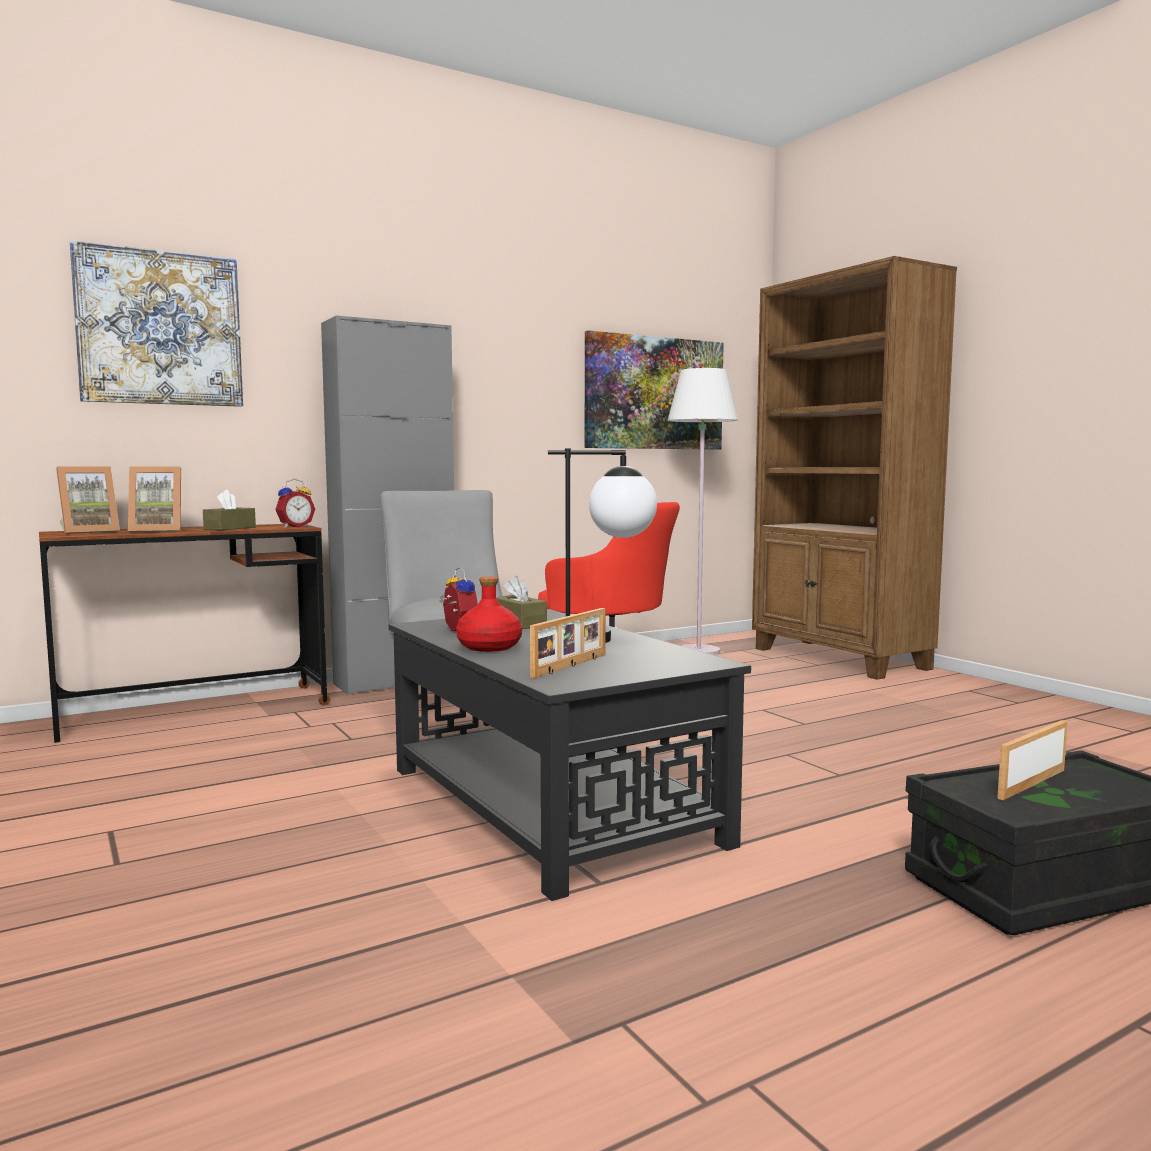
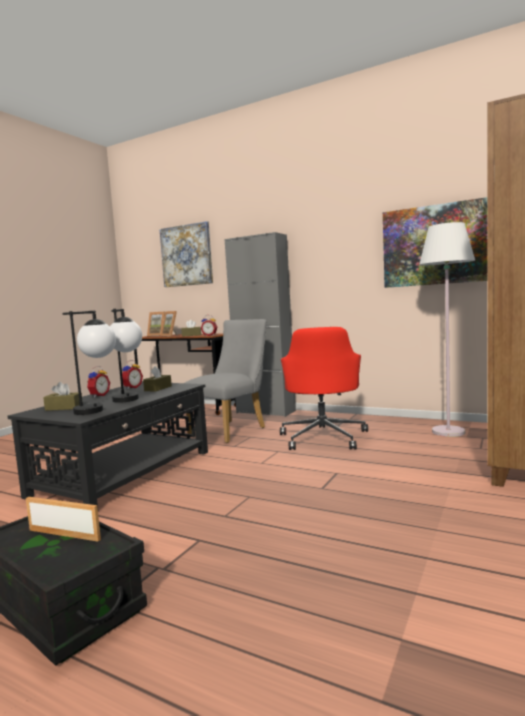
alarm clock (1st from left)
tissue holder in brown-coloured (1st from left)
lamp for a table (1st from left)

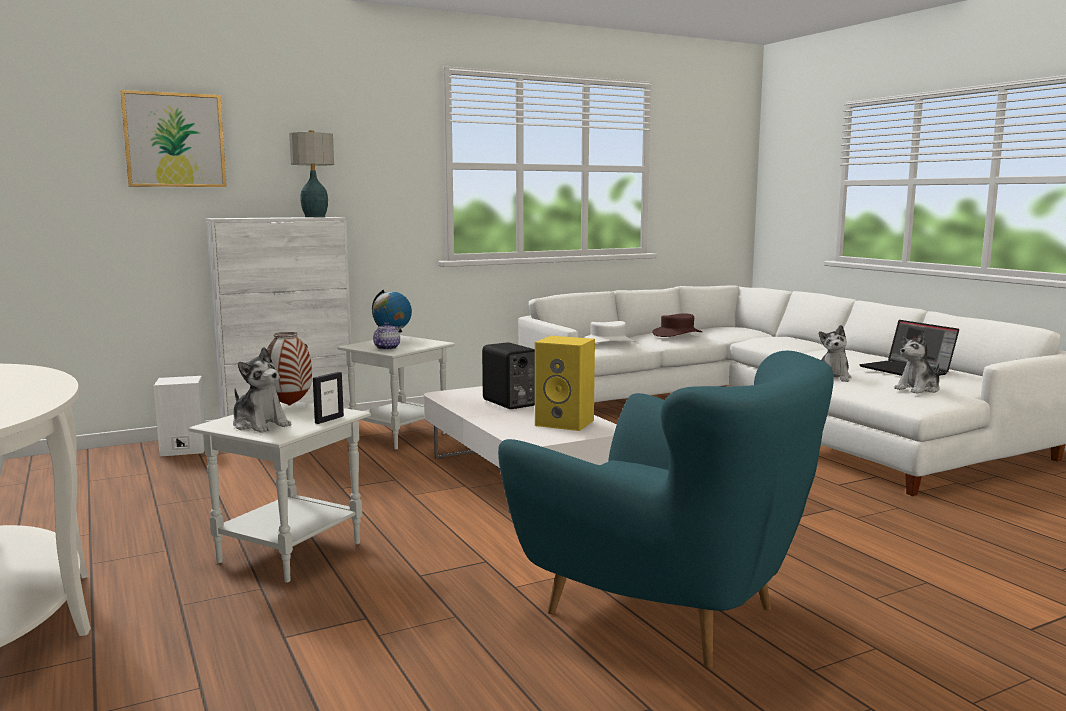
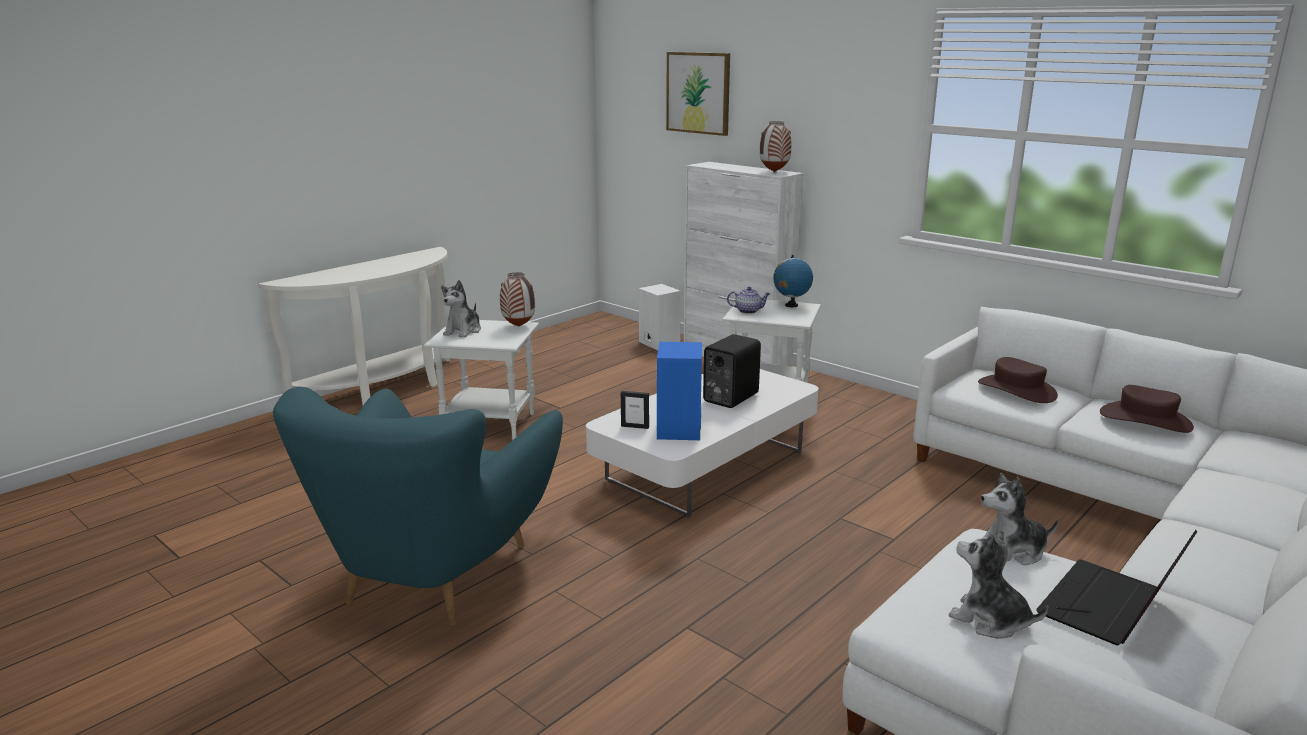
vase (2nd from left)
picture frame
speaker in blue-coloured
hat in brown-coloured (1st from left)

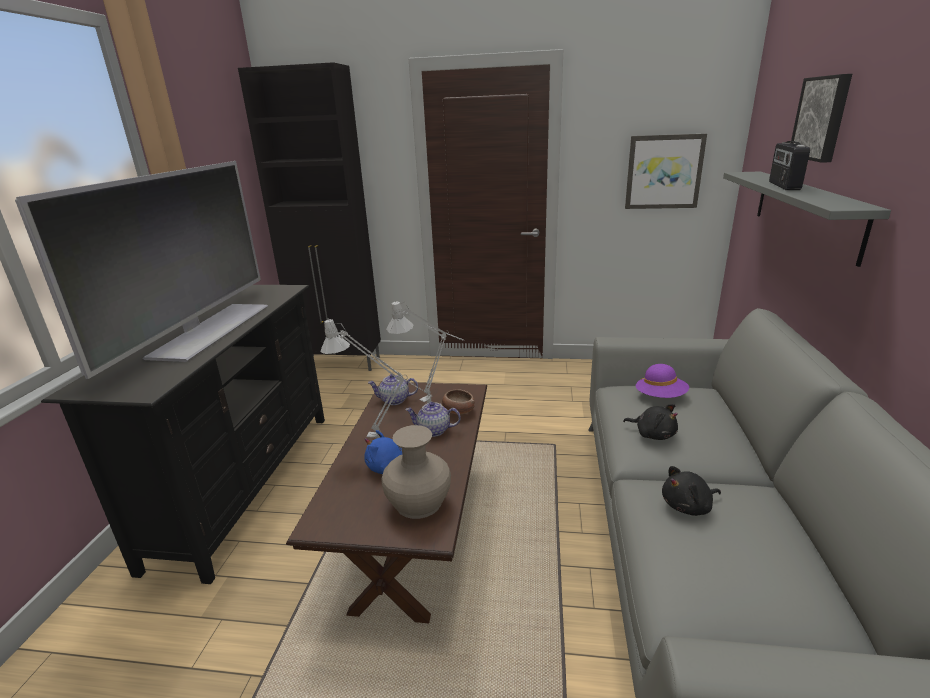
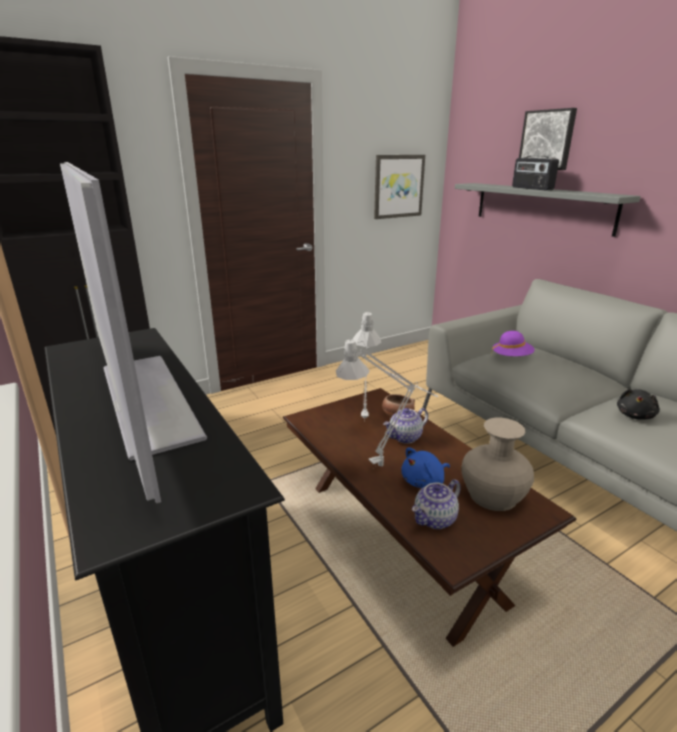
teapot (2nd from left)
soft toy in blackish (1st from left in the first image)

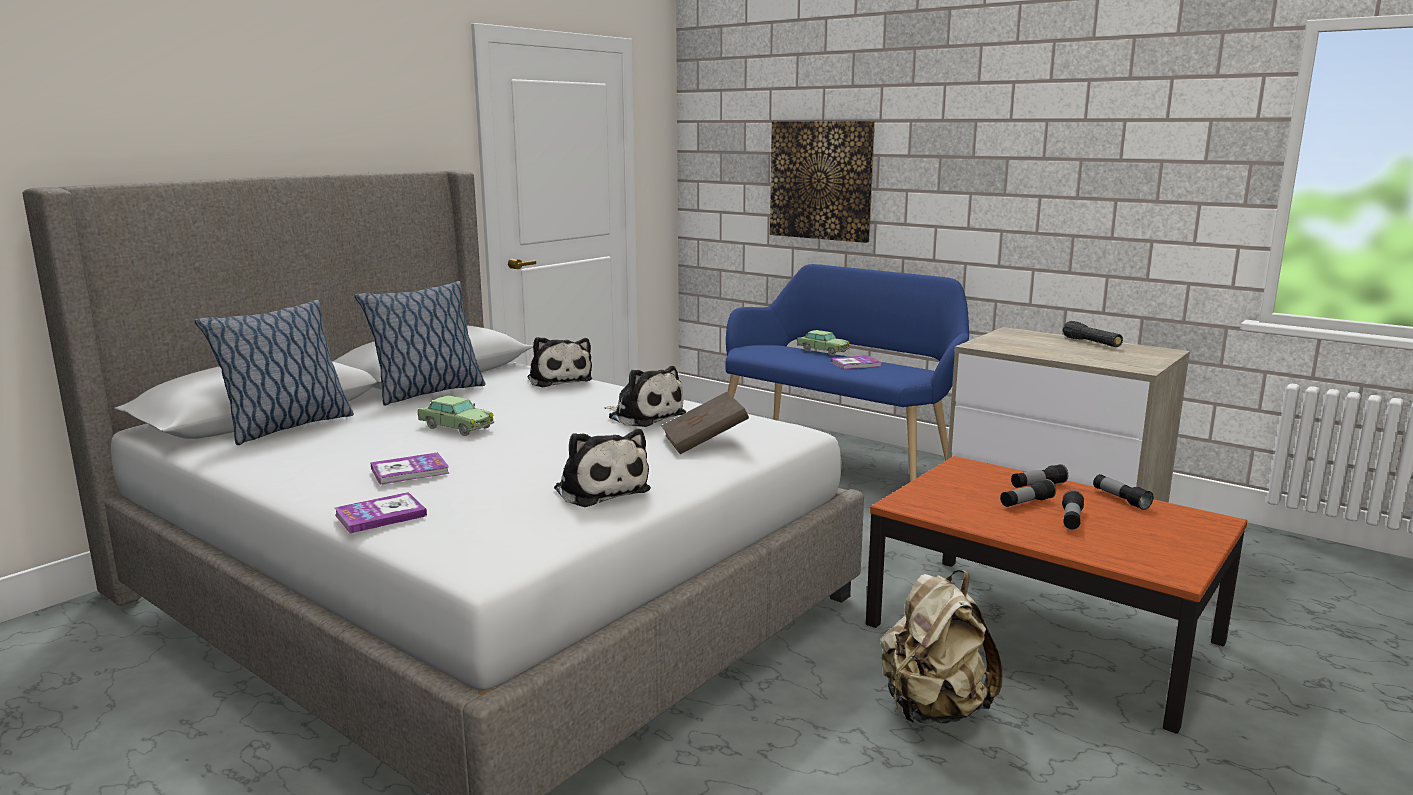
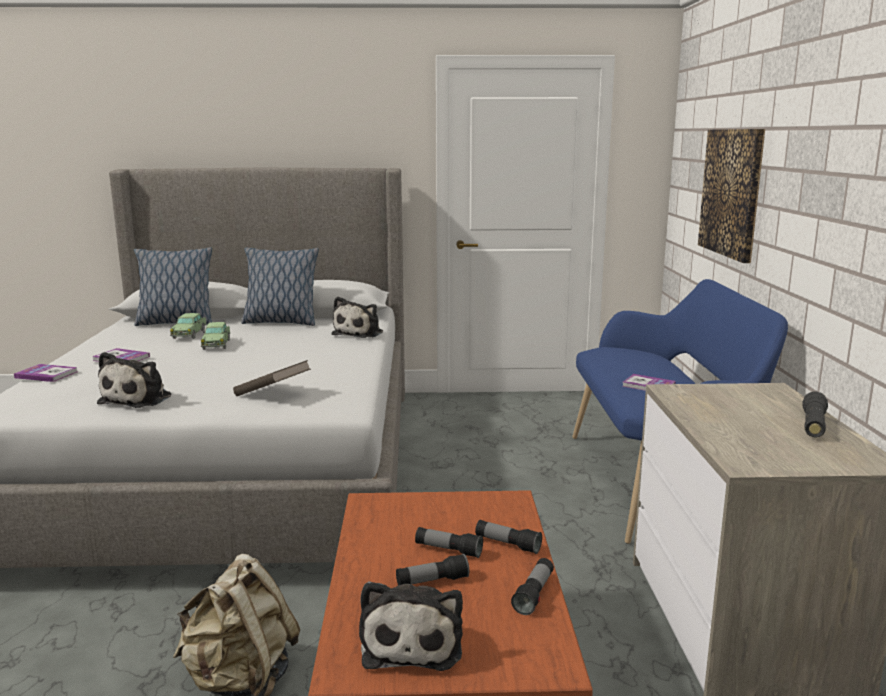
soft toy (3rd from left)
model car (1st from left)

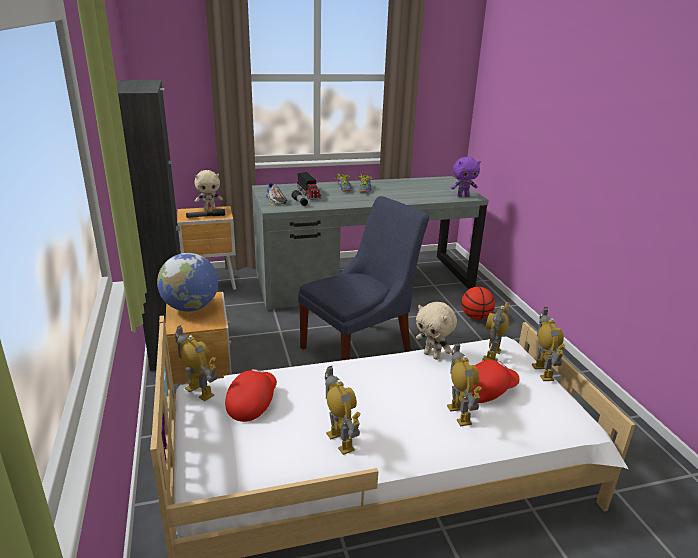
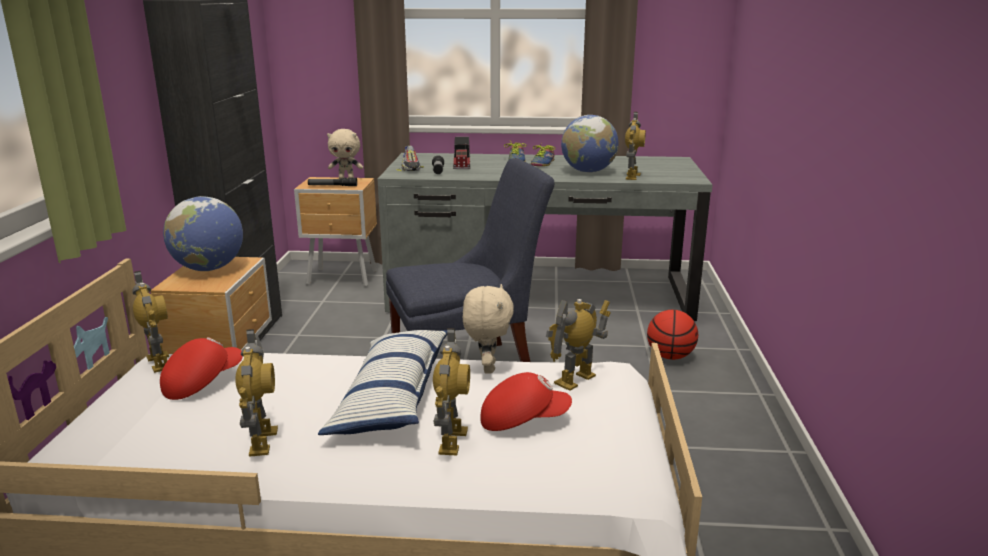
soft toy in beige (2nd from left)
soft toy in purple-coloured
robot figure (5th from left)
pillow
globe (2nd from left)

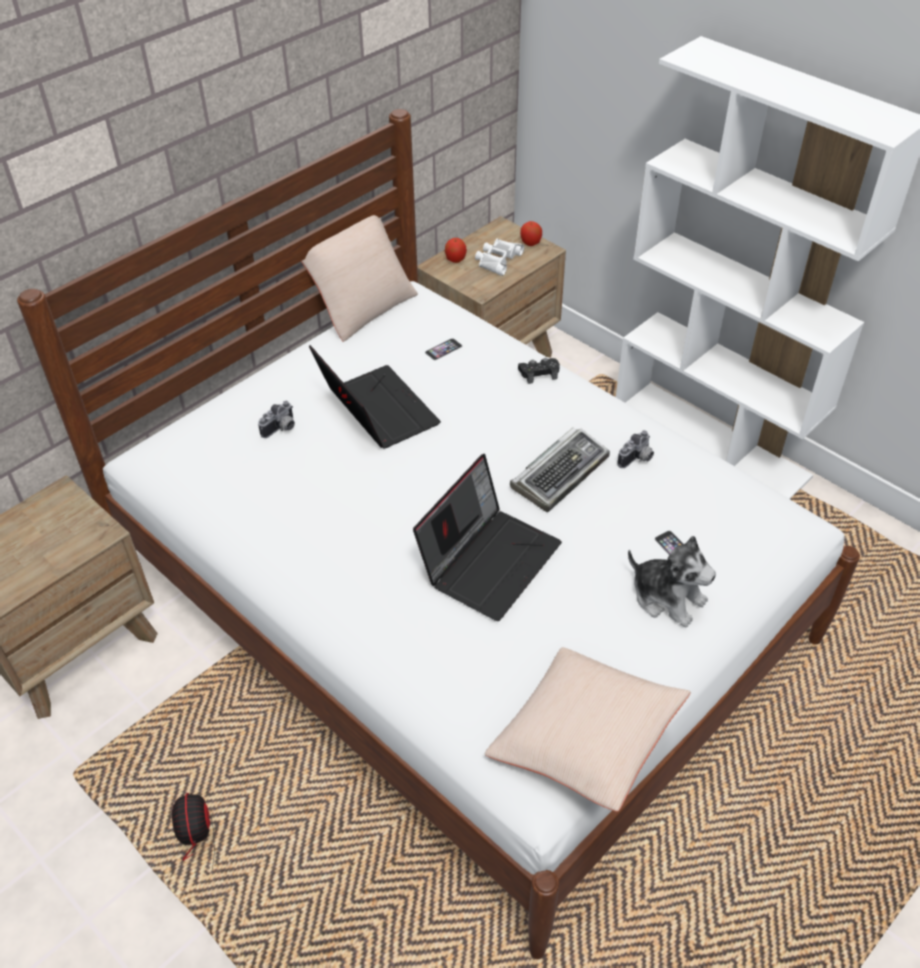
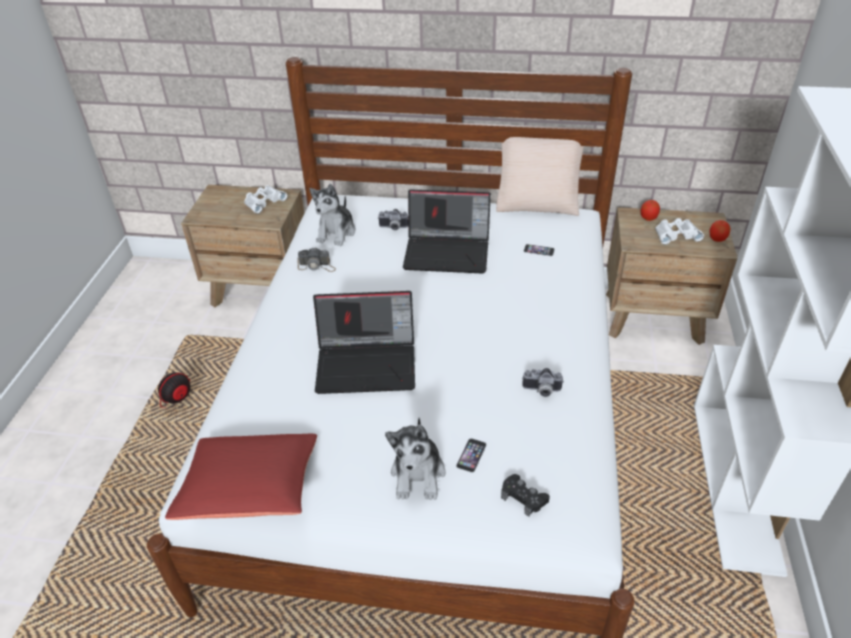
portable computer (2nd from left)
pillow in red-coloured
PC keyboard
joypad in blackish
pair of binoculars in whitish (1st from left)
photo camera (1st from left)
soft toy (1st from left)

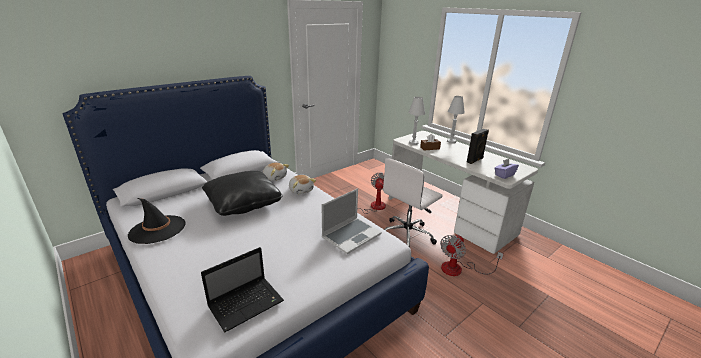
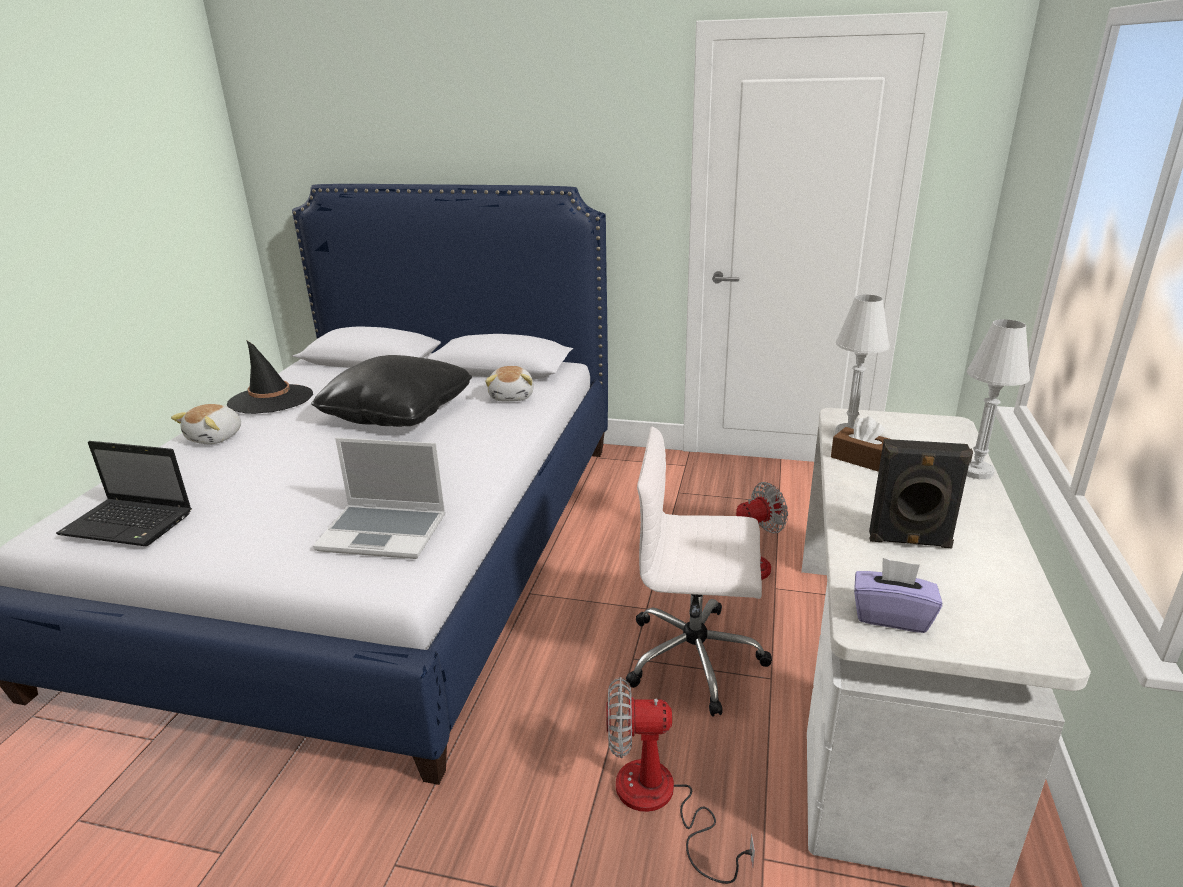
soft toy (1st from left)

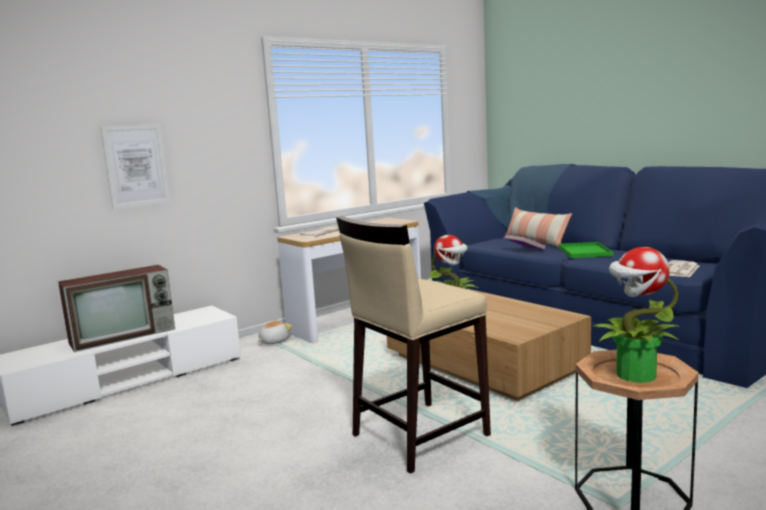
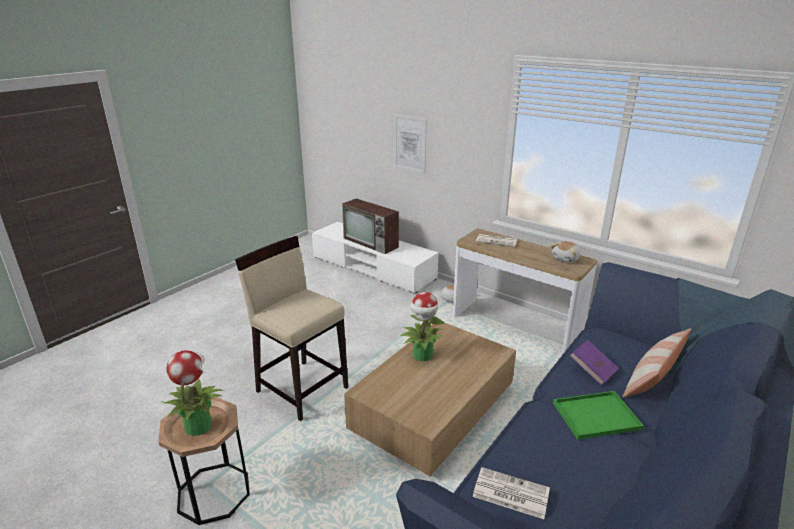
soft toy (2nd from left)

